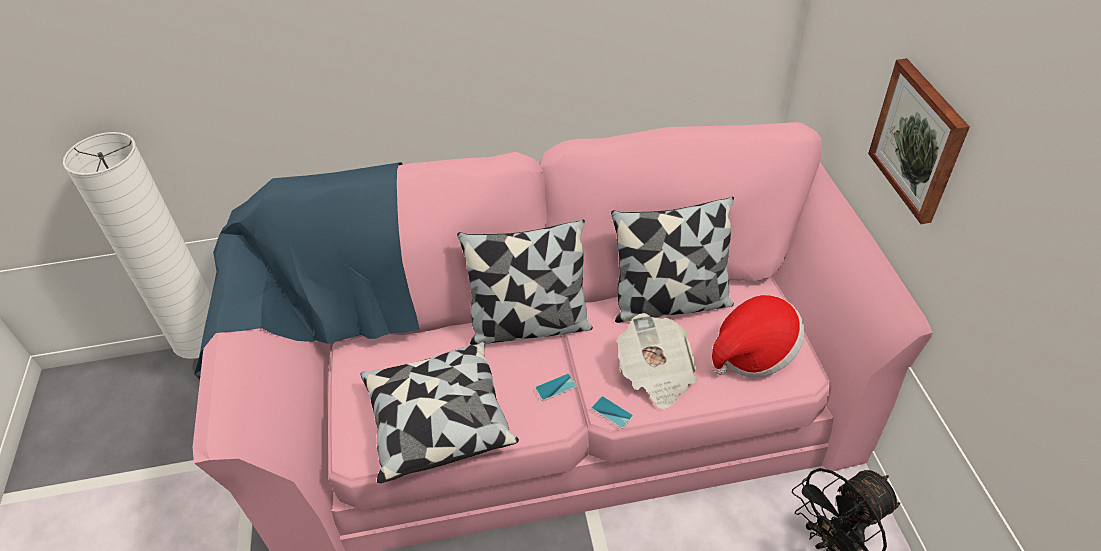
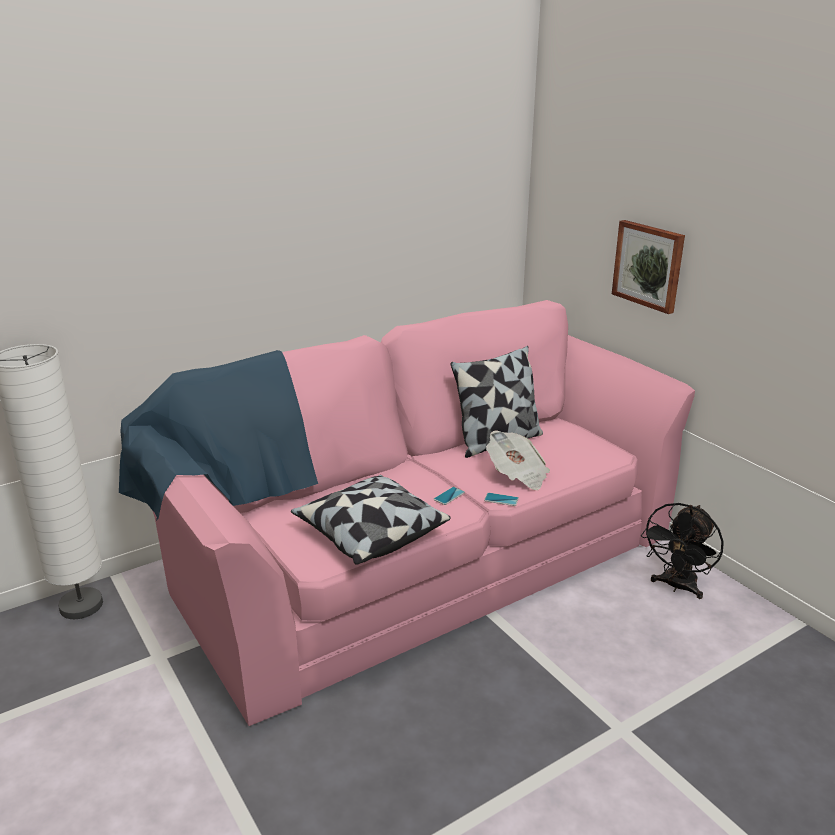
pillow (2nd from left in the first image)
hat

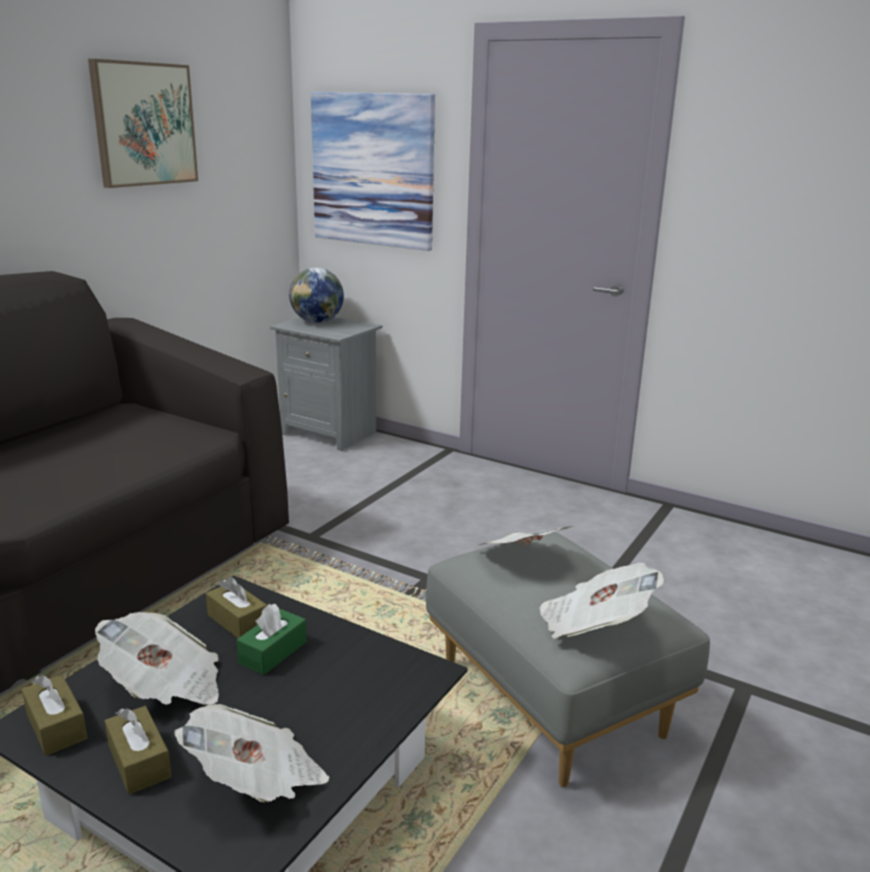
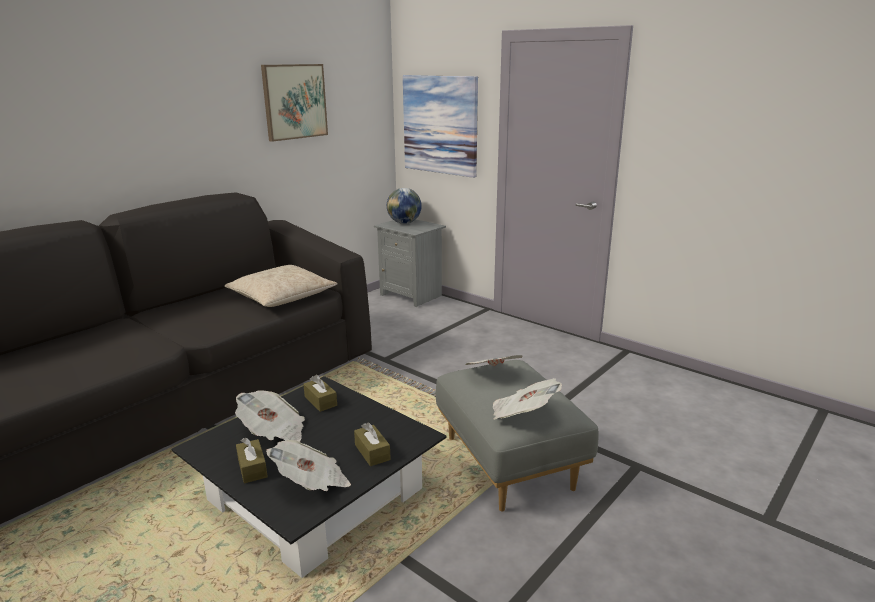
tissue holder in brown-coloured (3rd from left)
tissue holder in green
pillow in beige

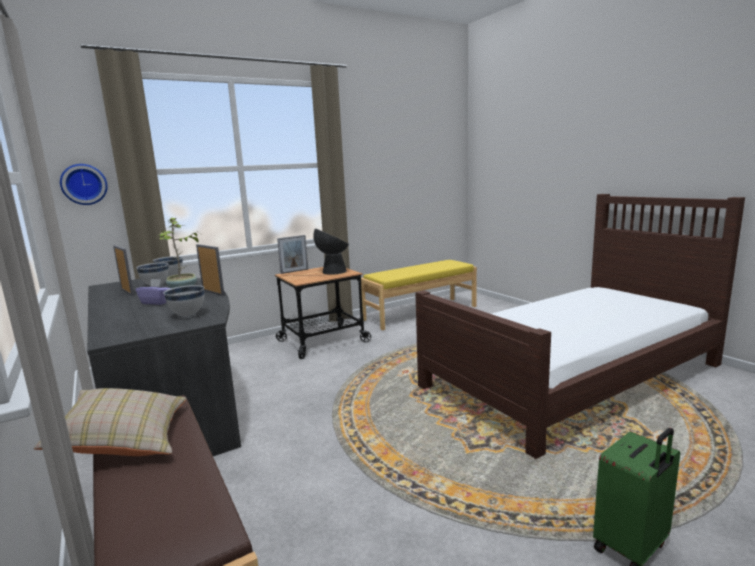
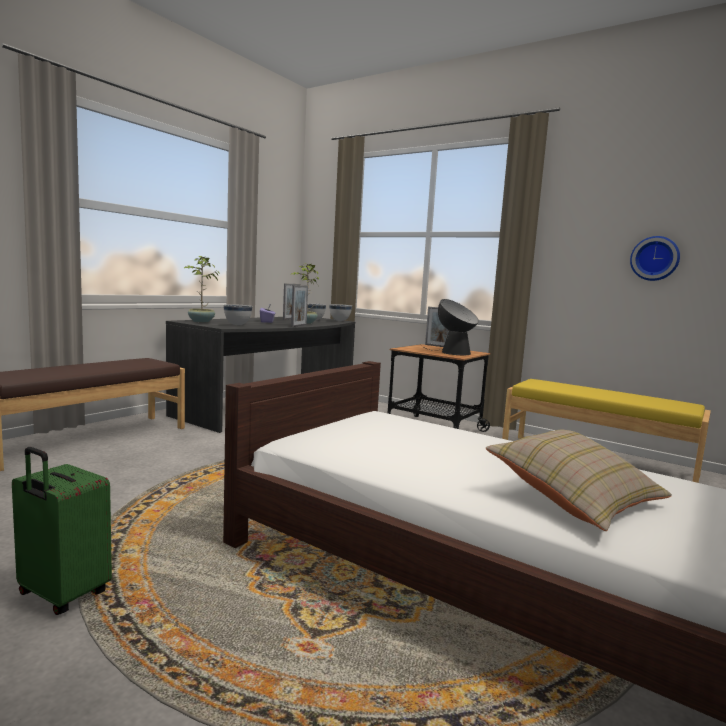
pillow in beige
clock on the wall
plant in a pot (1st from left)

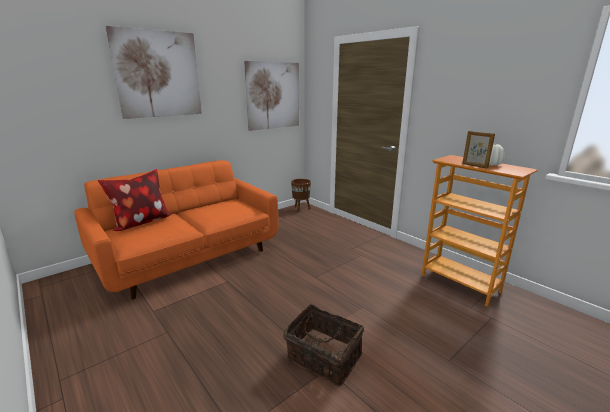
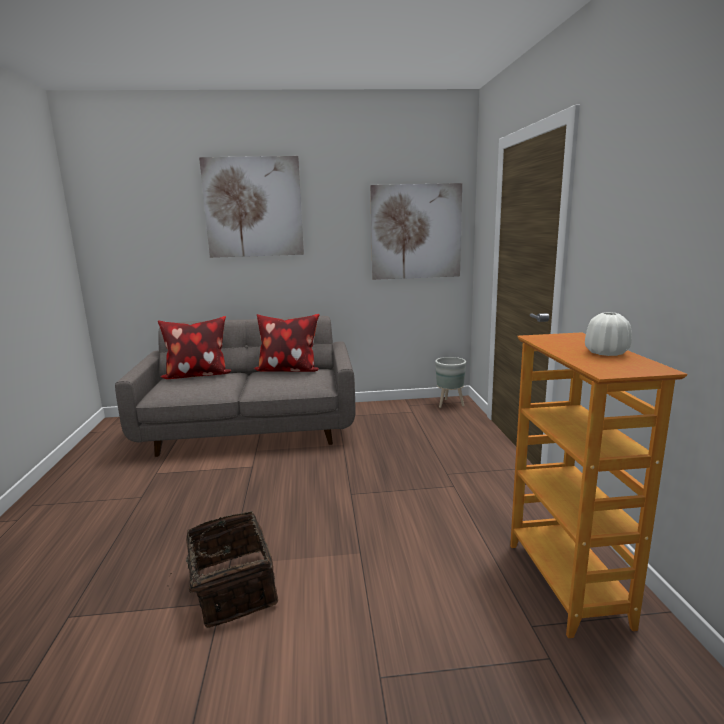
couch in greyish
planter in greyish
picture frame
pillow (2nd from left)

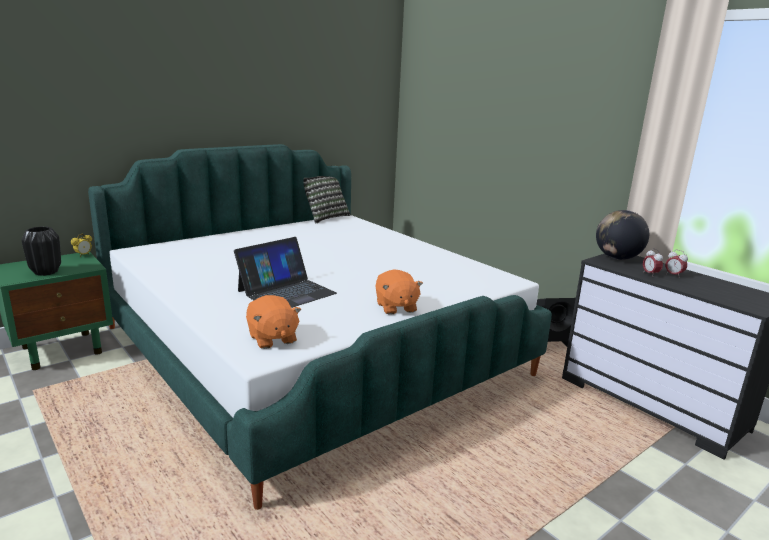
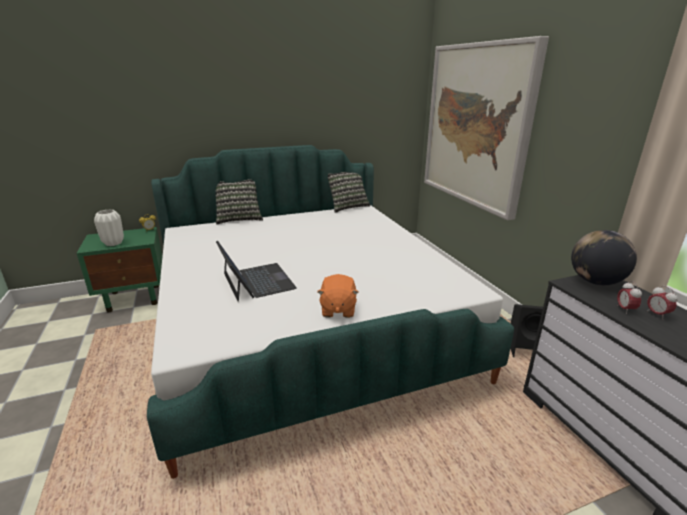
vase in whitish
portable computer
soft toy in orangey (1st from left in the first image)
pillow (1st from left)
picture

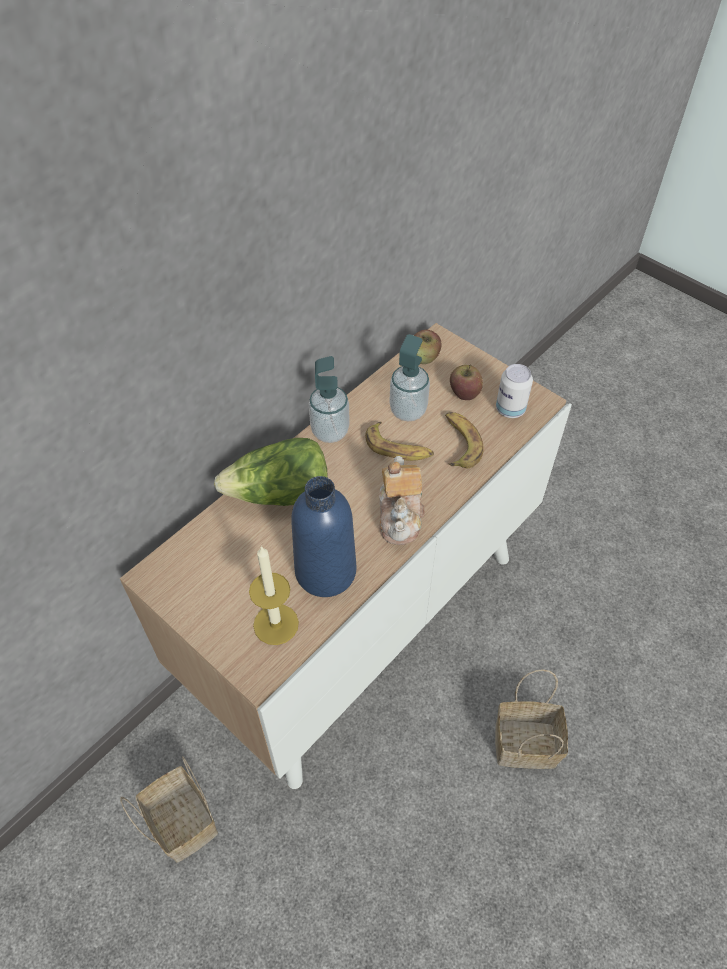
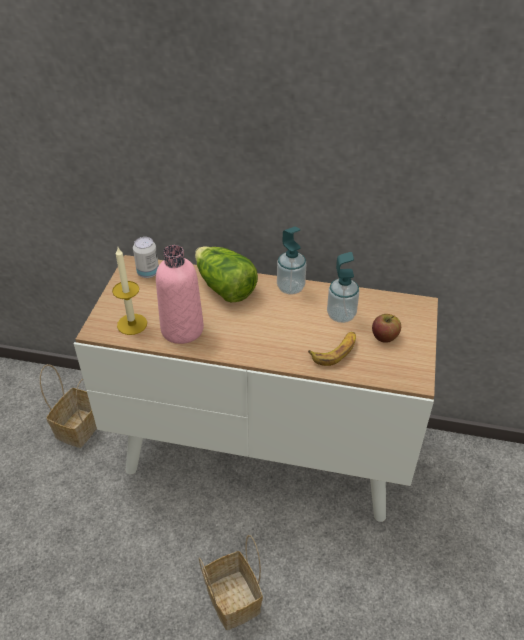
bottle in pinkish
whole banana (1st from left in the first image)
teapot
apple fruit (1st from left in the first image)
can

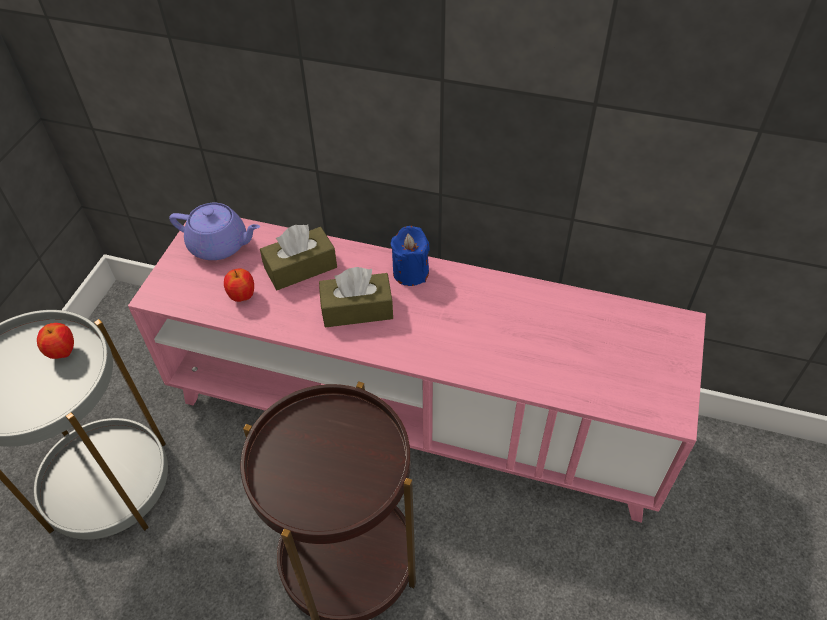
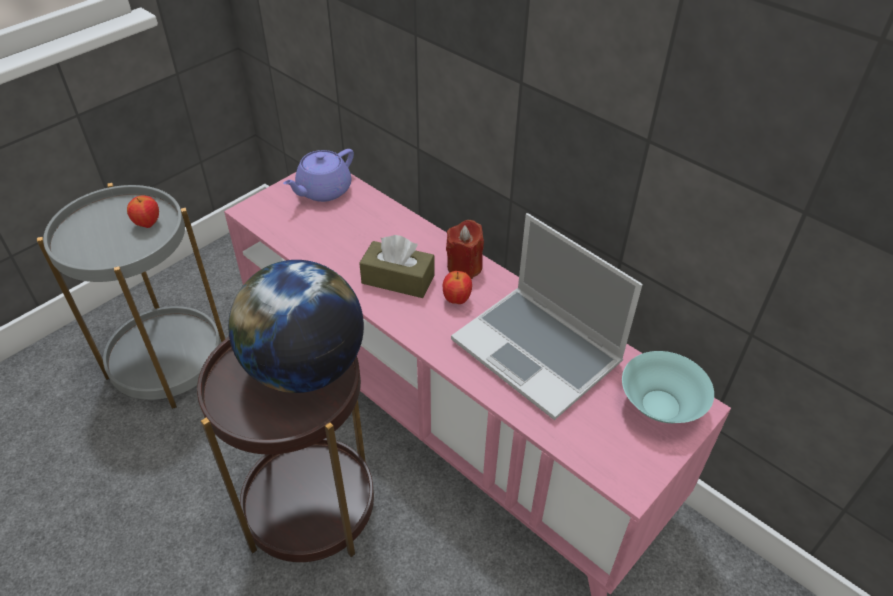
teapot in purple-coloured
apple fruit (2nd from left)
tissue holder in brown-coloured (1st from left in the first image)
wax light in red-coloured
globe
portable computer
bowl in turquoise-coloured

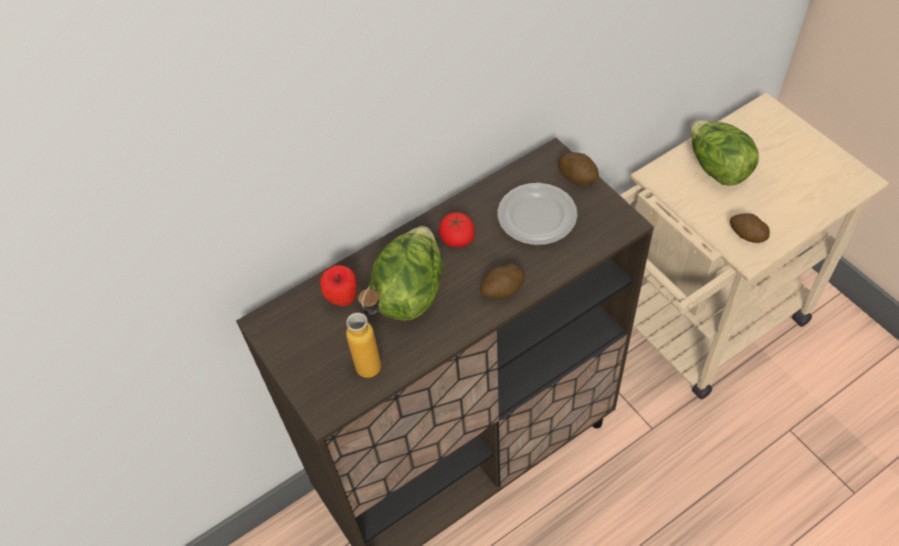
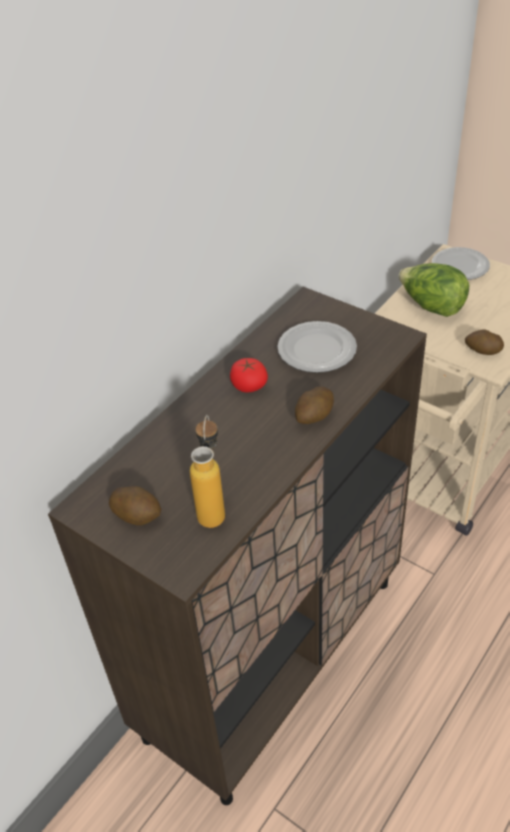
apple fruit
lettuce head (1st from left in the first image)
whole potato (1st from left)
plate (2nd from left)

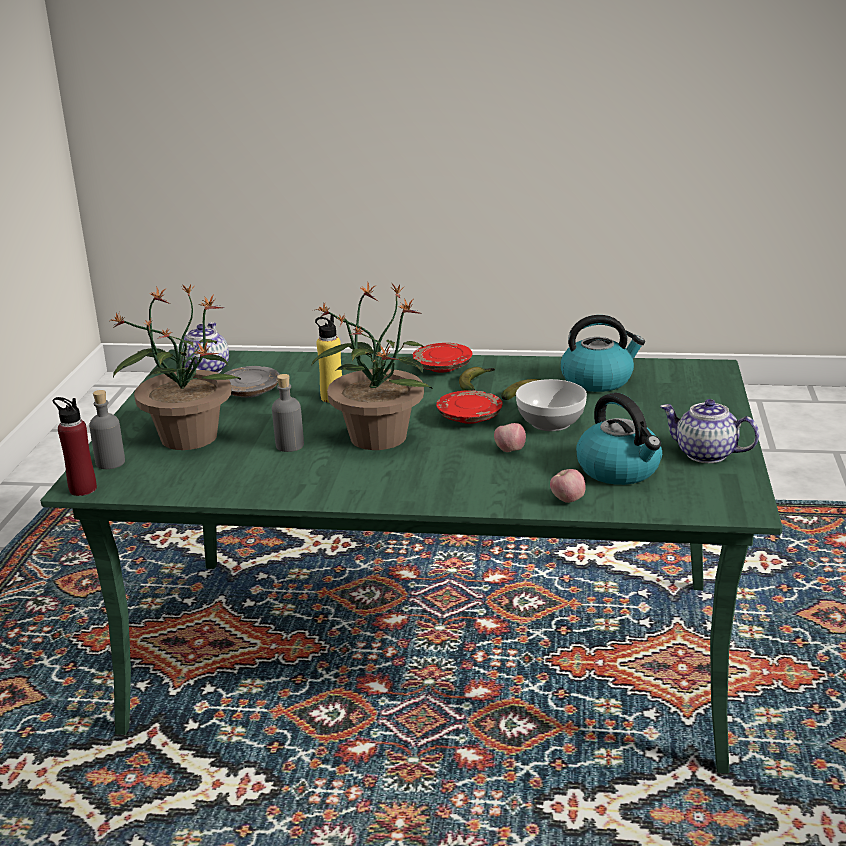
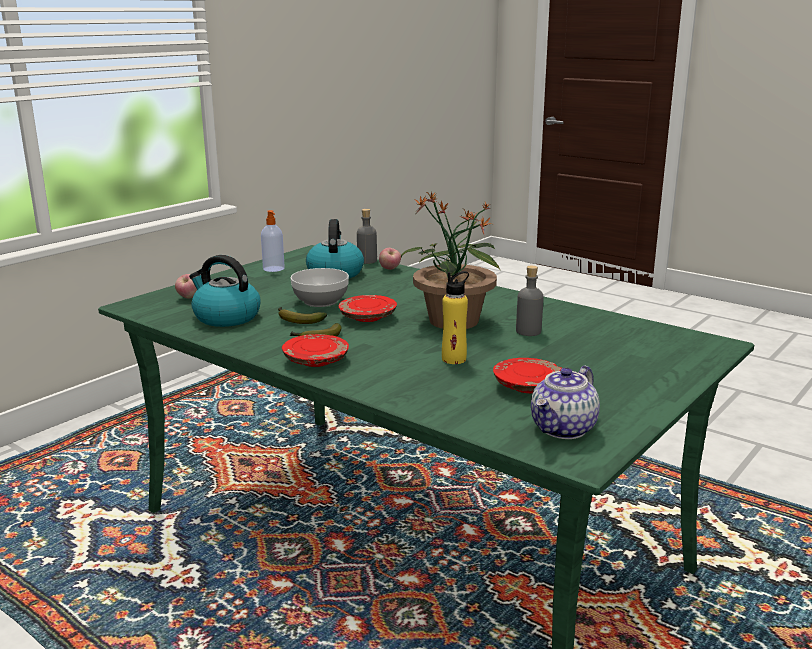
bottle in red-coloured
bottle in greyish (1st from left)
plant in a pot (1st from left in the first image)
plate in red-coloured (3rd from left)
apple fruit (1st from left)
liquid soap bottle

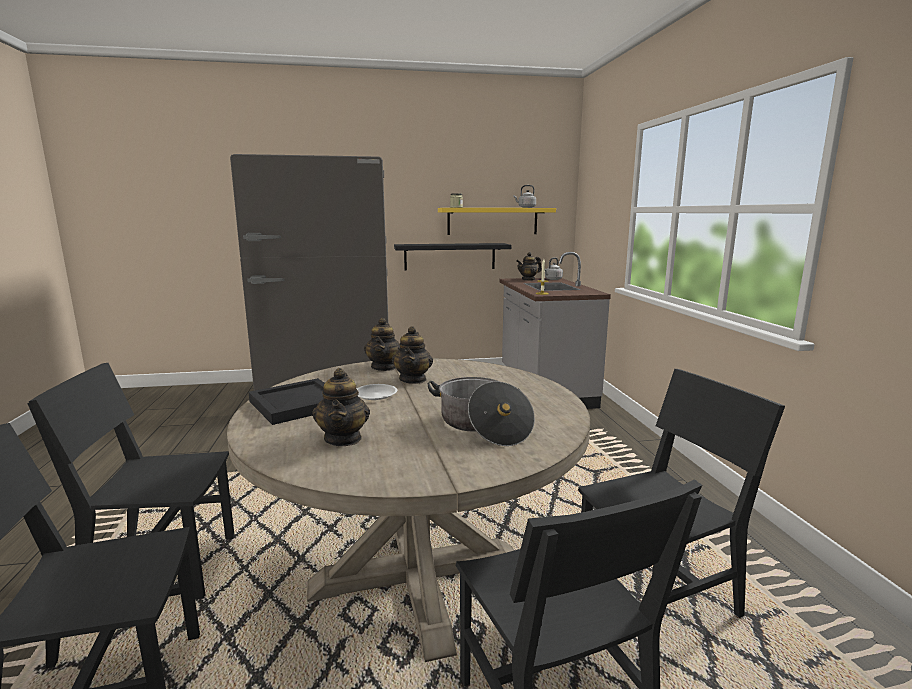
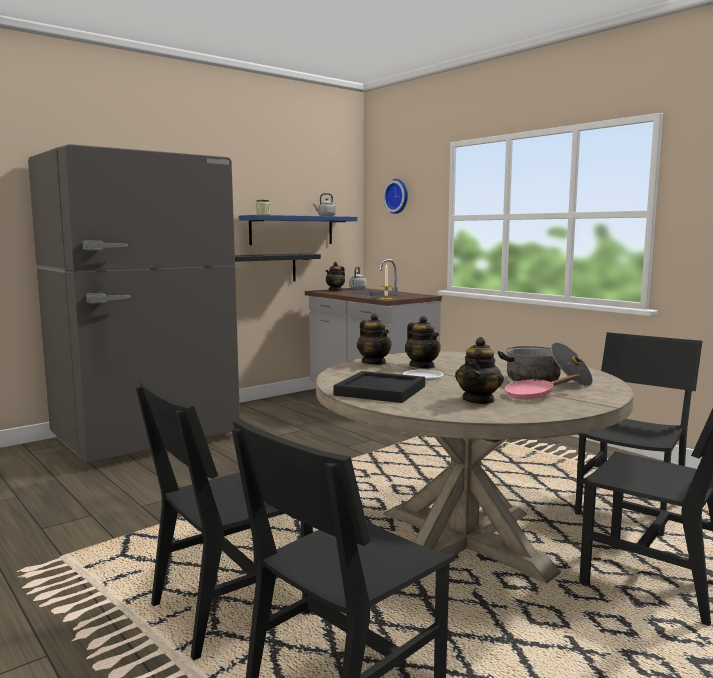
teapot (4th from left)
wall shelf in blue-coloured
clock on the wall
pan in pinkish

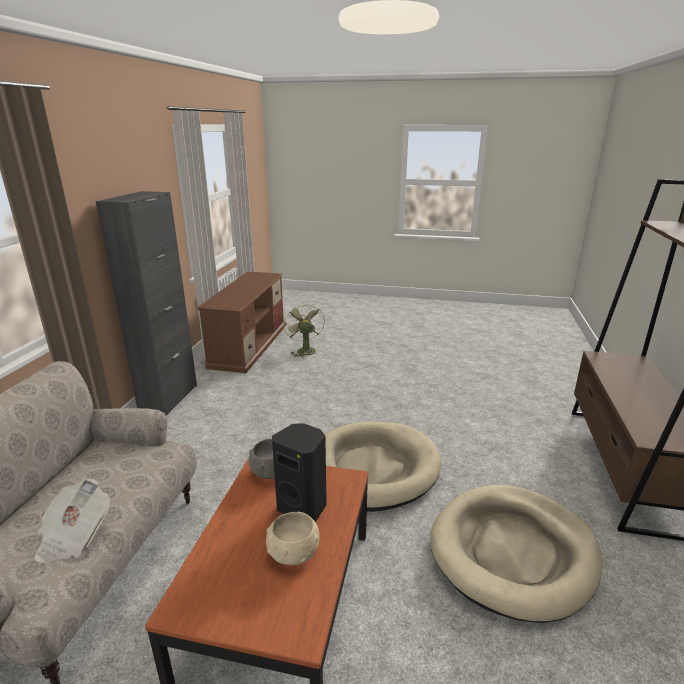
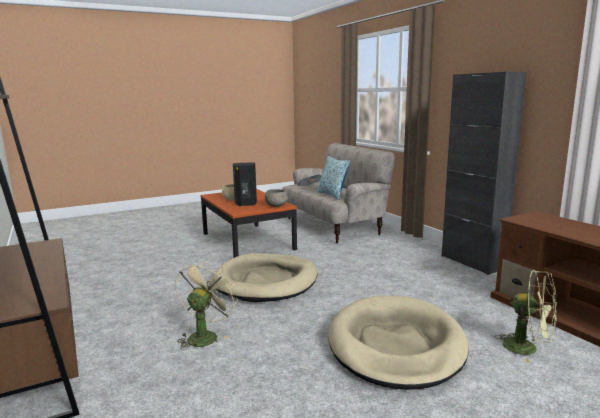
dog bed in beige (2nd from left)
electric fan in beige
pillow

